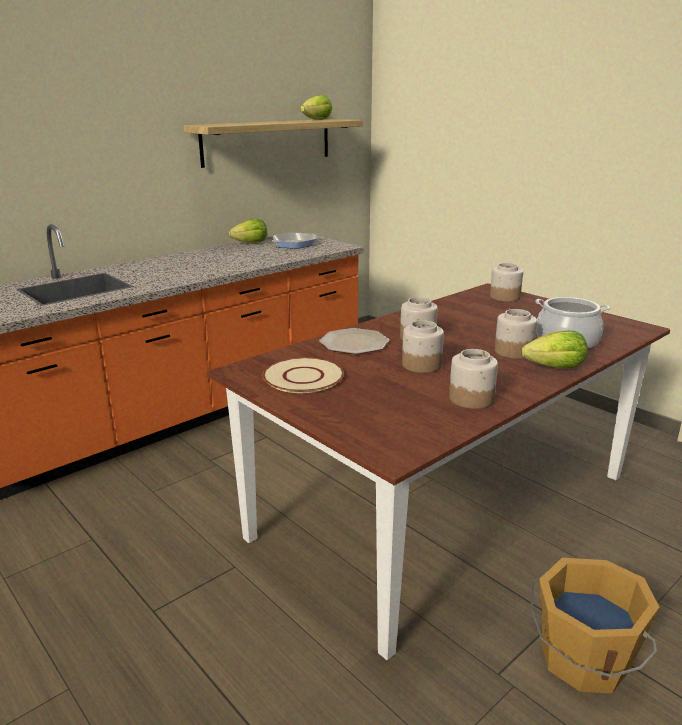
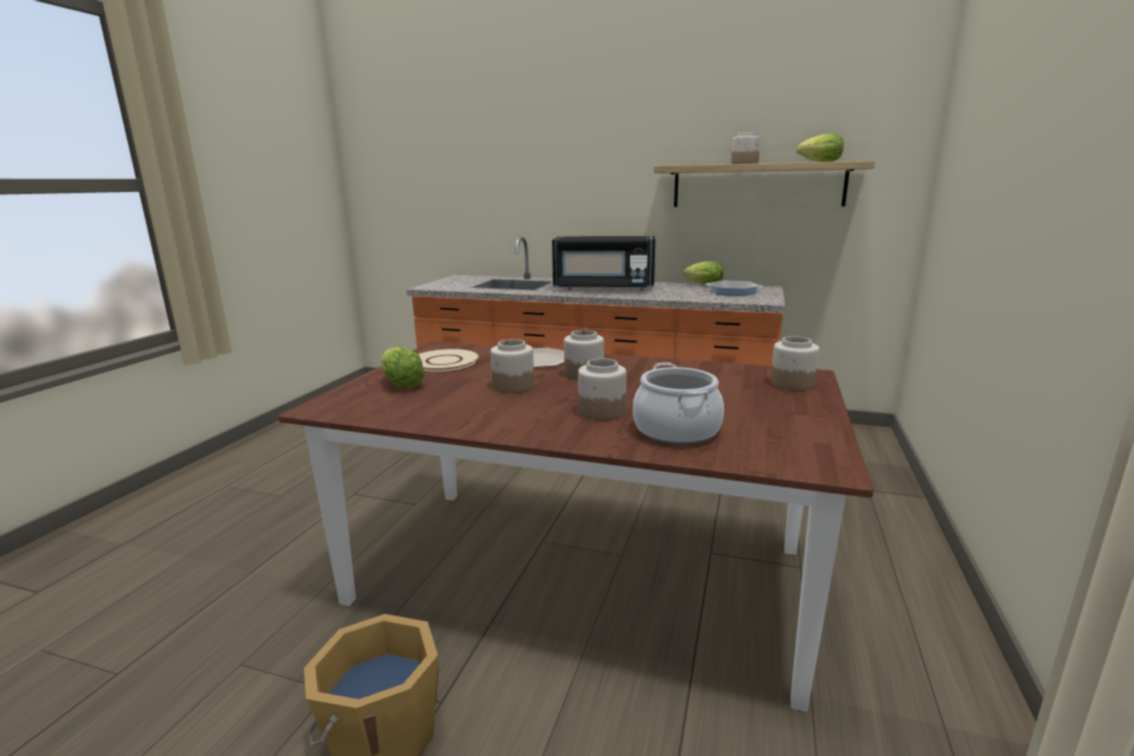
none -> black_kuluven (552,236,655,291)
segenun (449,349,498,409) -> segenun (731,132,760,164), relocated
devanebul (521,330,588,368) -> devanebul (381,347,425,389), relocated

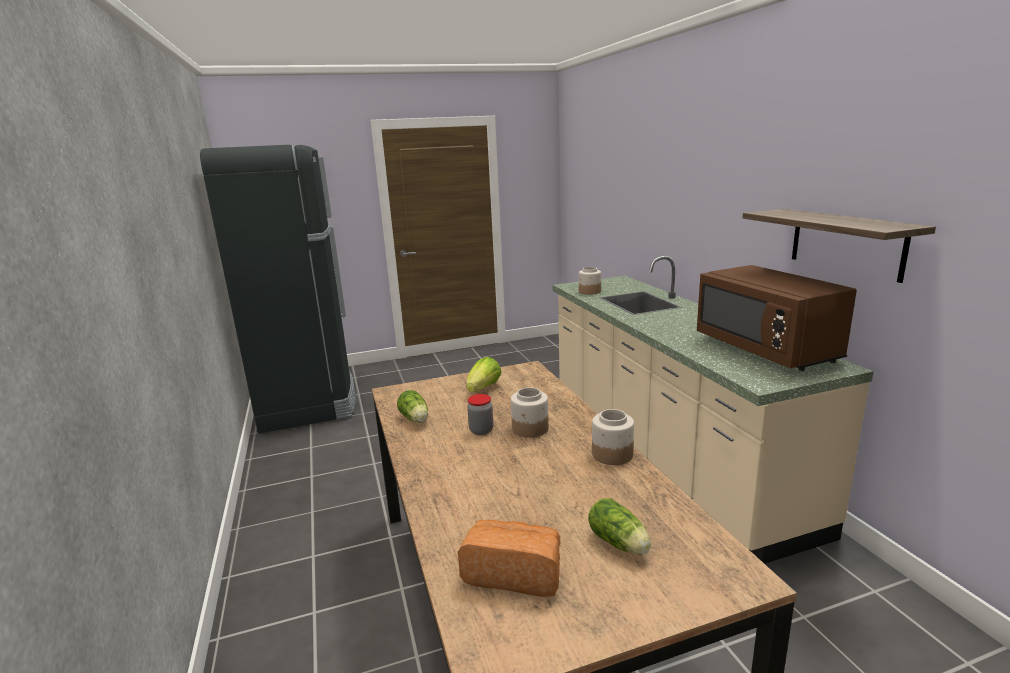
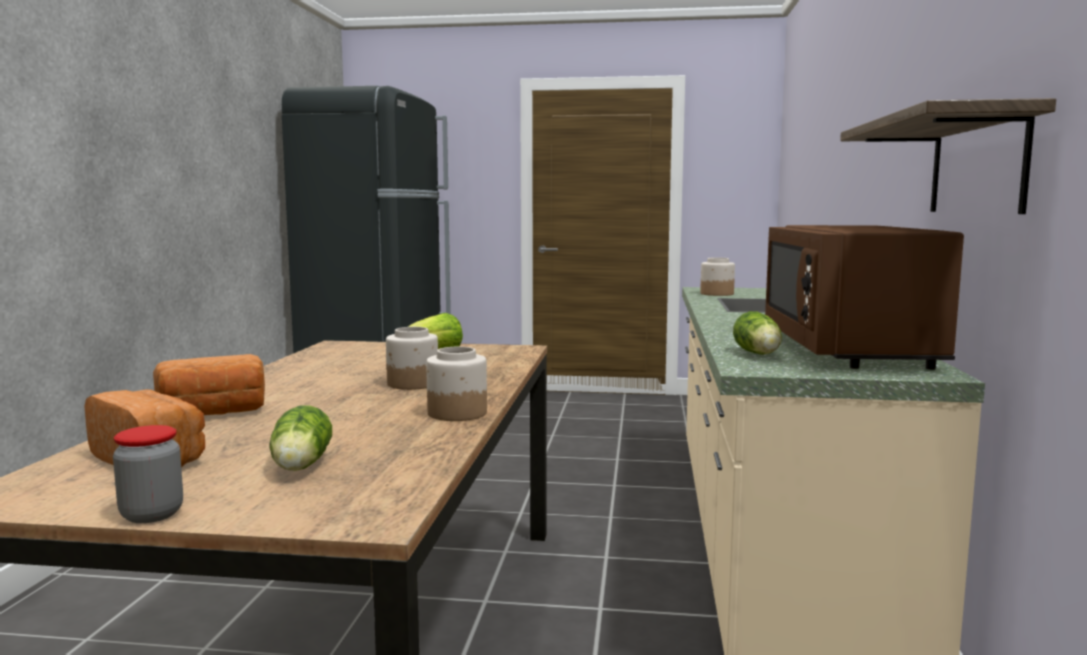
none -> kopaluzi (153,354,265,415)
devanebul (397,390,428,423) -> devanebul (733,311,782,355), relocated
segenun (467,394,493,435) -> segenun (113,425,183,523), relocated

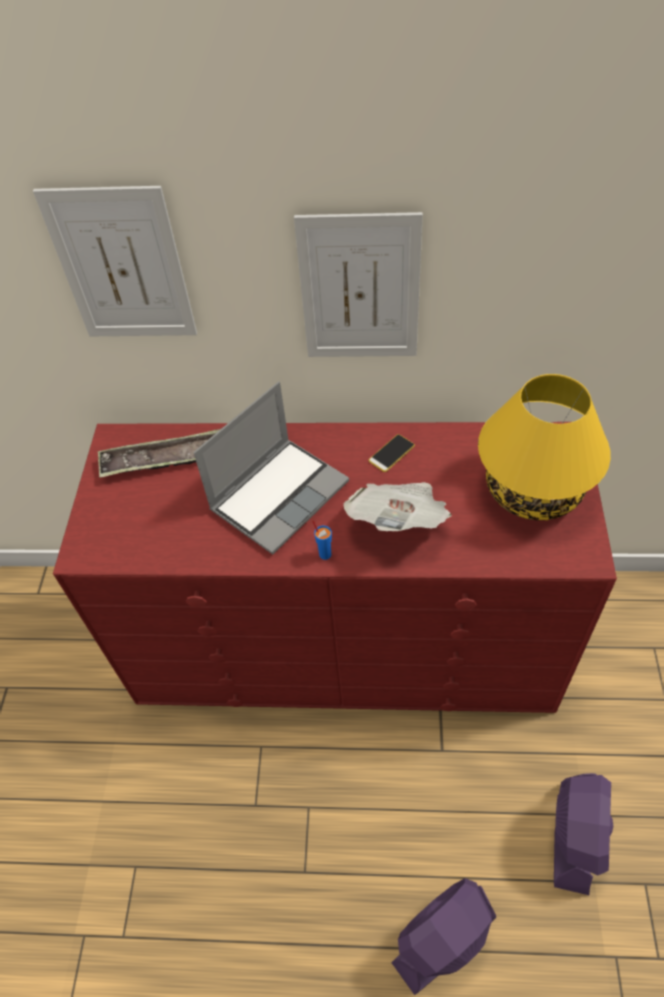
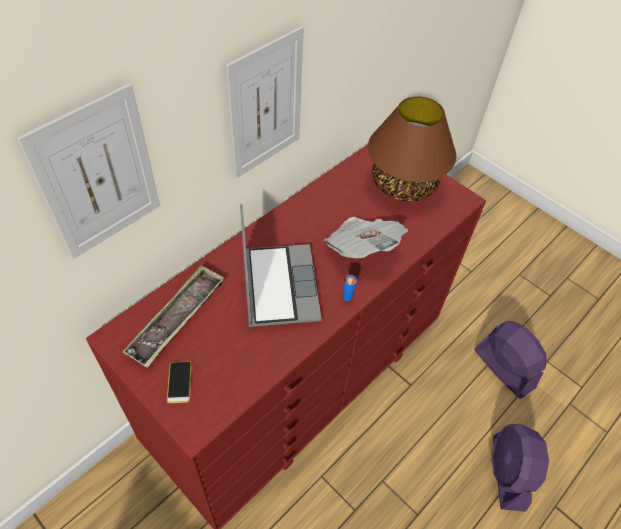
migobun (368,434,415,472) -> migobun (167,361,192,403), relocated
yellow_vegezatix (478,374,611,520) -> brown_vegezatix (368,96,456,202)

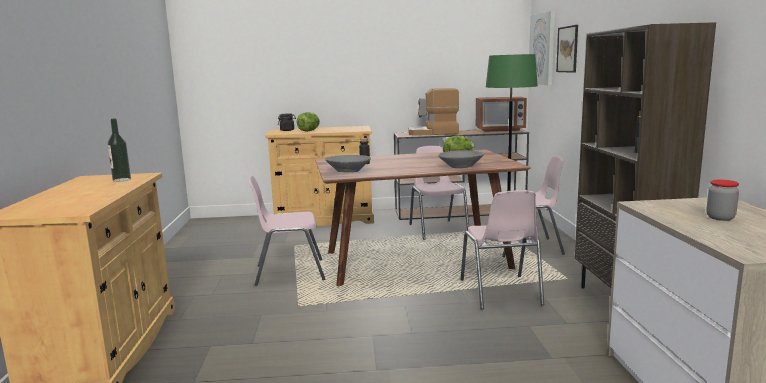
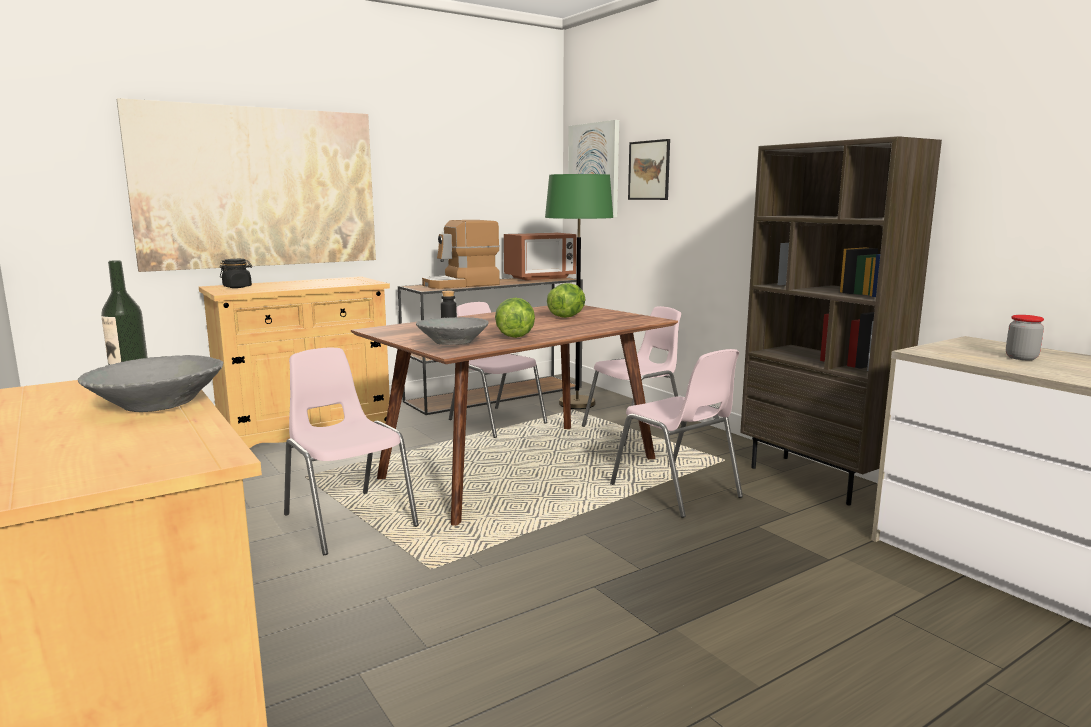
none -> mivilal (117,98,376,272)
devanebul (296,112,320,132) -> devanebul (495,298,535,338), relocated
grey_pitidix (438,150,484,168) -> grey_pitidix (78,355,223,412), relocated
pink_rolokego (248,175,325,286) -> pink_rolokego (284,348,419,555), 90 degrees clockwise

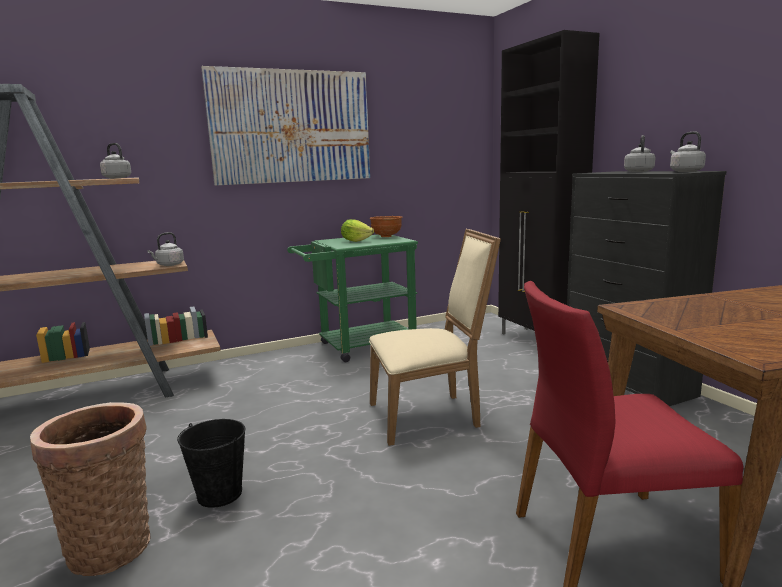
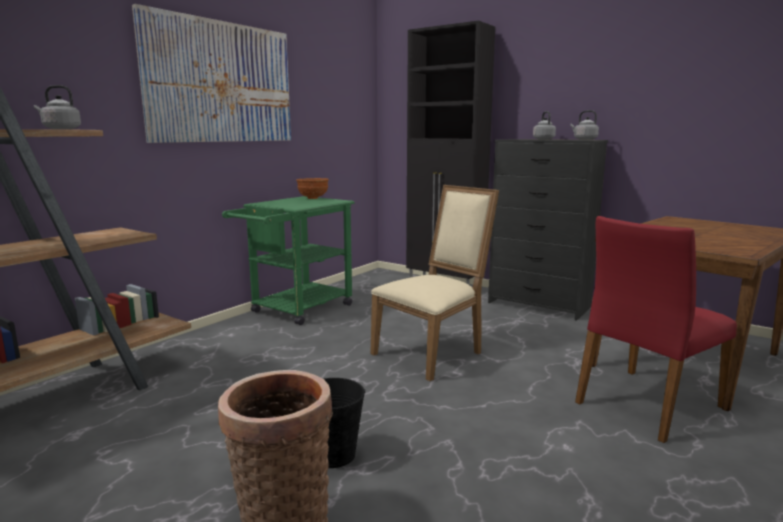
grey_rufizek (147,232,184,266) -> none
devanebul (341,219,374,242) -> none

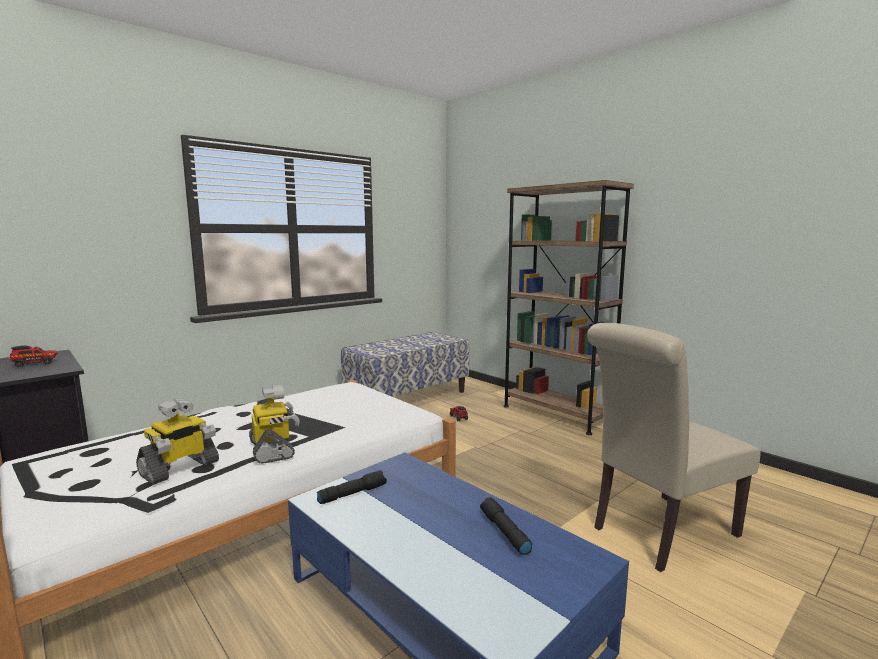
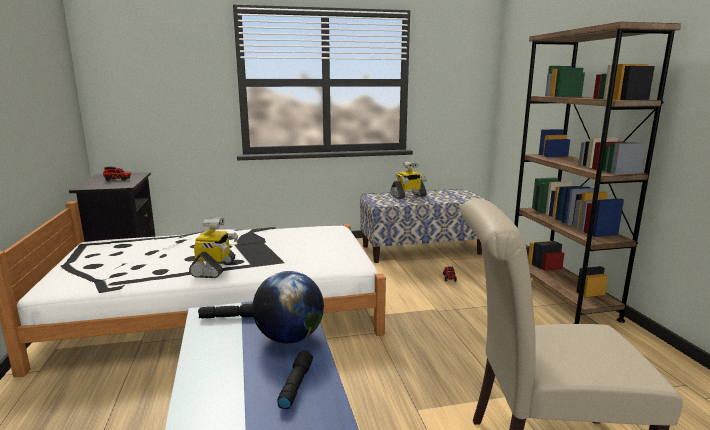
none -> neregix (252,271,324,343)
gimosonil (136,399,219,485) -> gimosonil (391,161,427,199), relocated

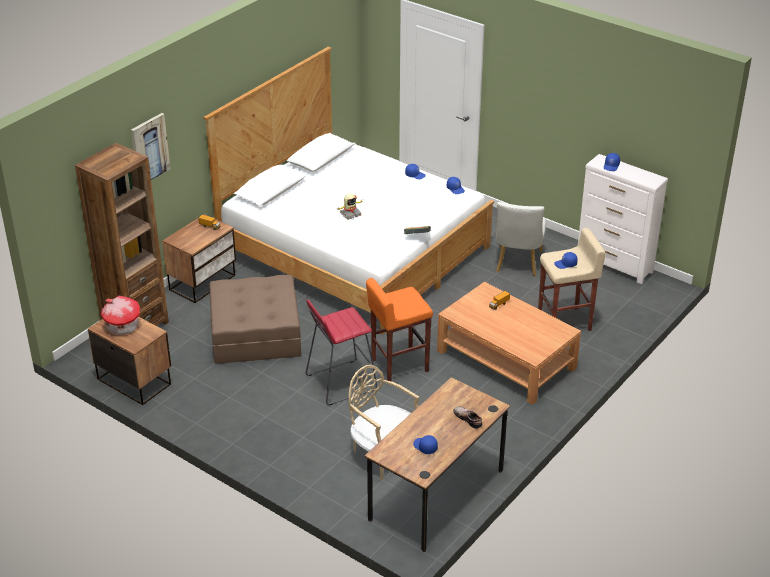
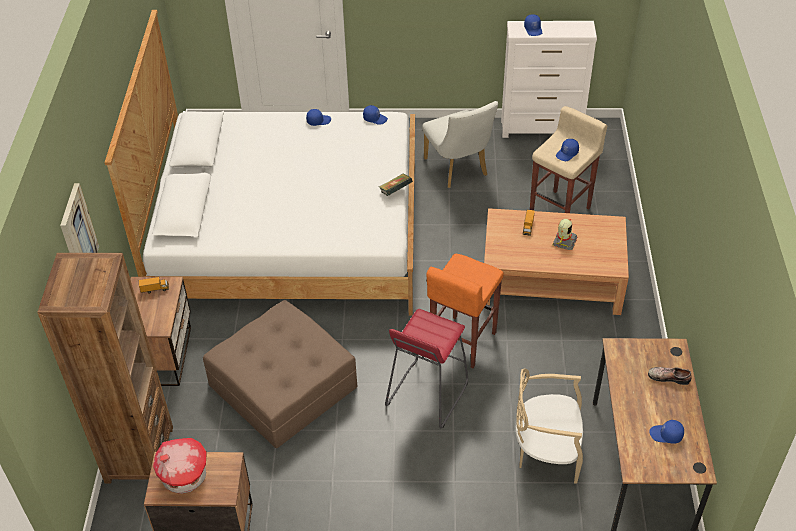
gimosonil (337,193,363,220) -> gimosonil (553,219,578,250), relocated

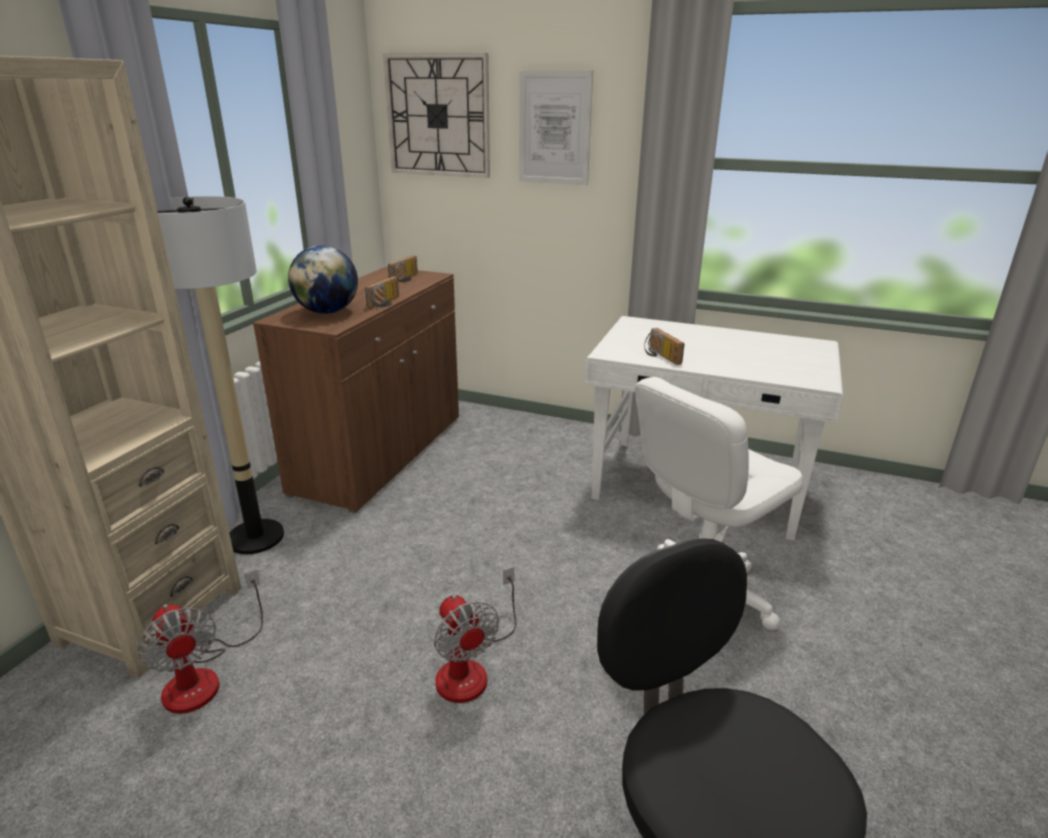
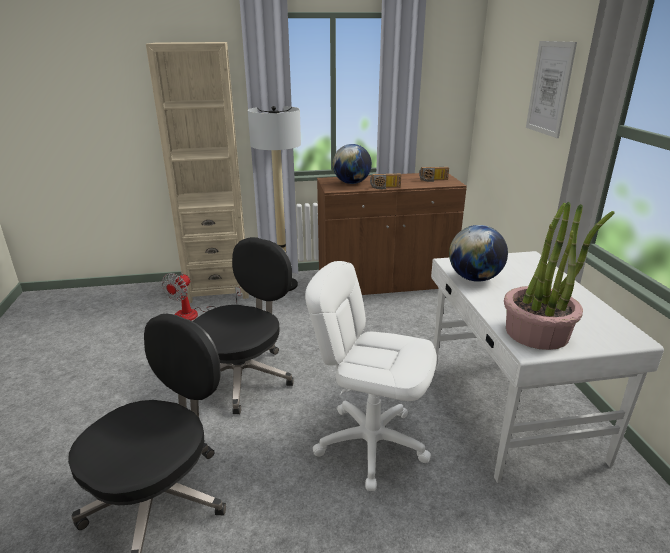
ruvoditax (383,53,490,178) -> none
none -> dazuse (504,202,615,350)
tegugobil (434,567,516,703) -> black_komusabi (193,237,294,414)
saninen (645,328,684,365) -> neregix (449,225,508,282)

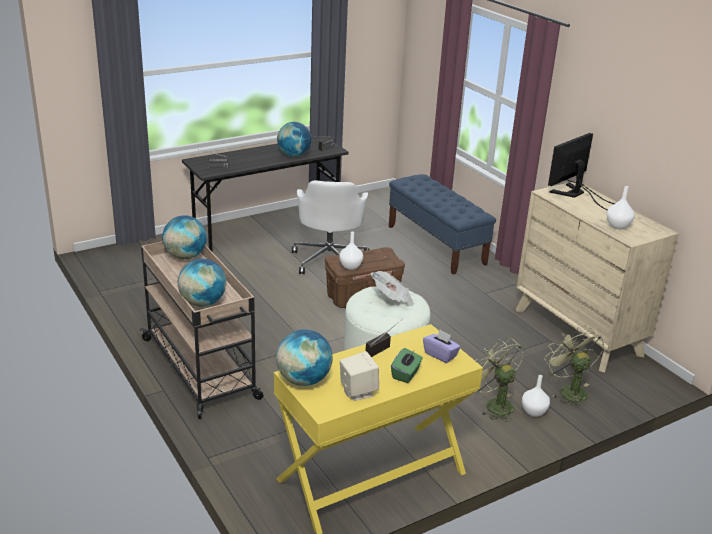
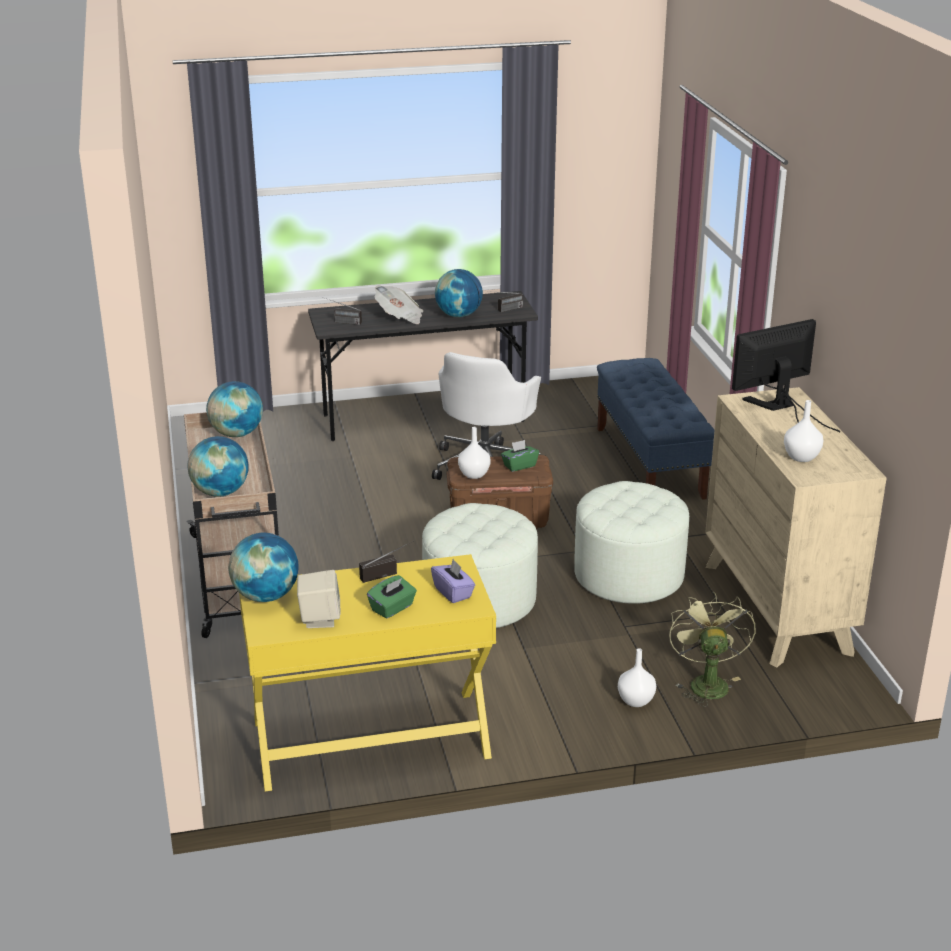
green_tegugobil (475,338,524,422) -> none
none -> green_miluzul (501,440,539,472)
none -> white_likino (574,481,689,604)
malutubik (371,271,414,305) -> malutubik (375,285,423,324), relocated

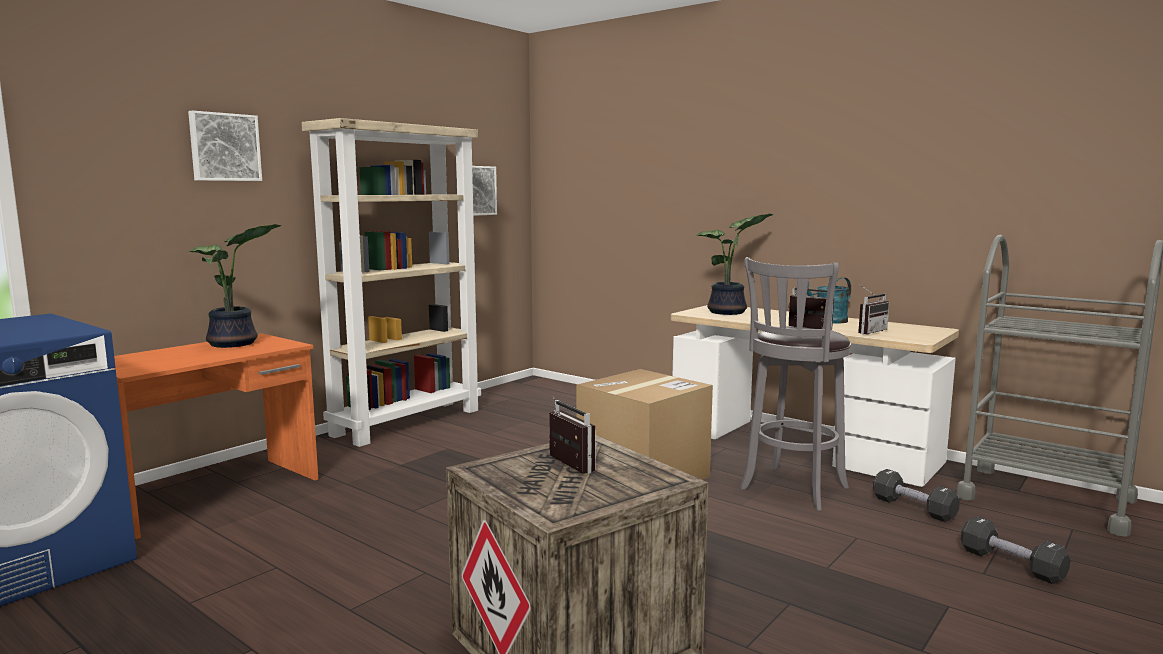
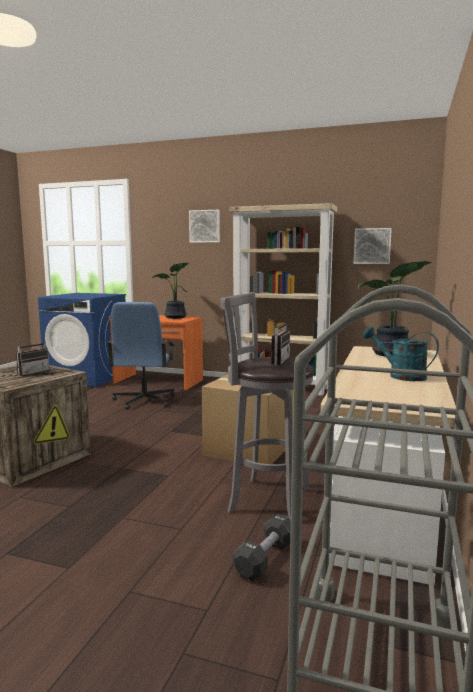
saninen (858,284,889,335) -> none
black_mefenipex (961,516,1071,584) -> none
none -> blue_komusabi (107,302,175,410)

